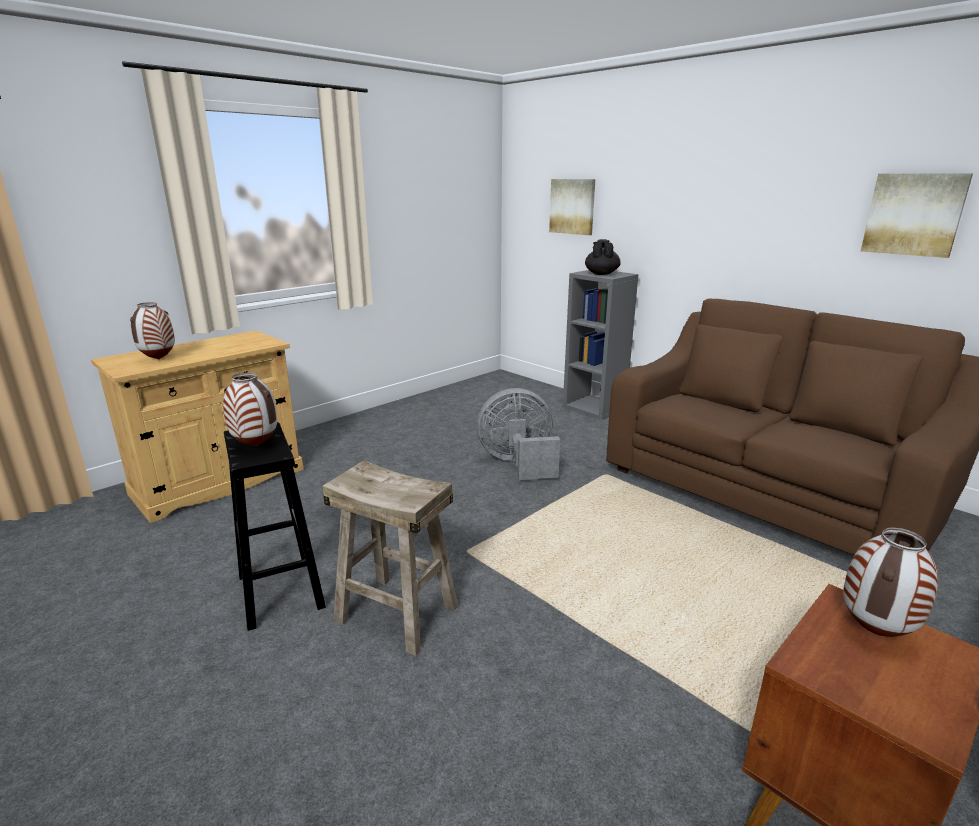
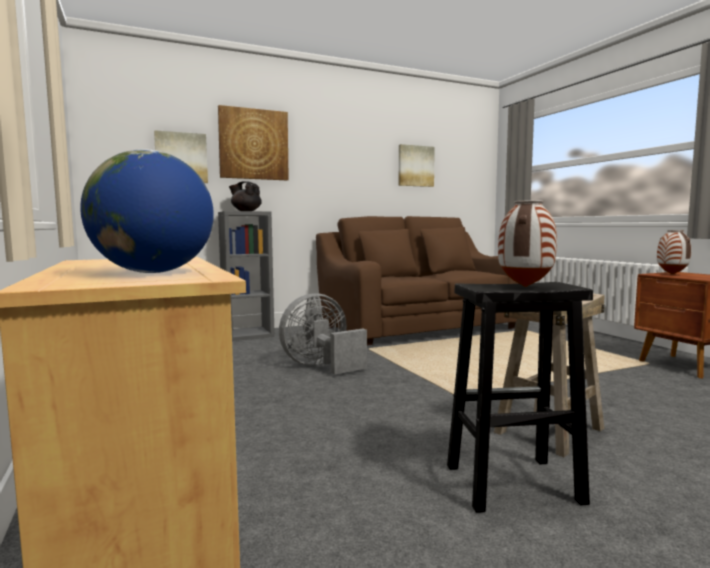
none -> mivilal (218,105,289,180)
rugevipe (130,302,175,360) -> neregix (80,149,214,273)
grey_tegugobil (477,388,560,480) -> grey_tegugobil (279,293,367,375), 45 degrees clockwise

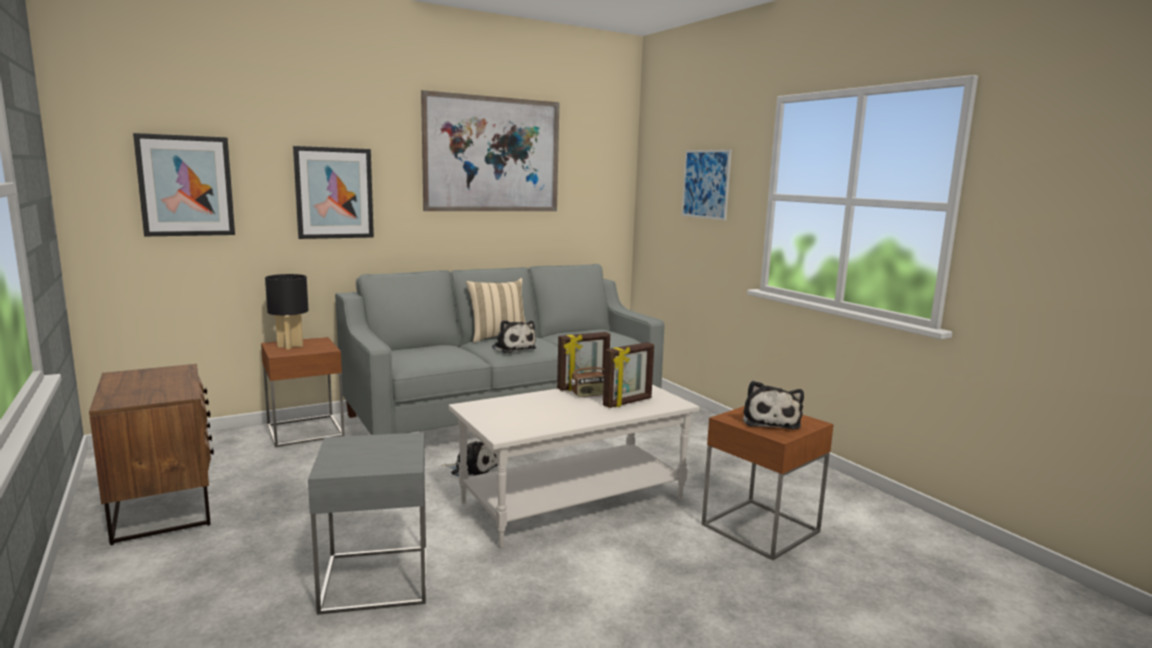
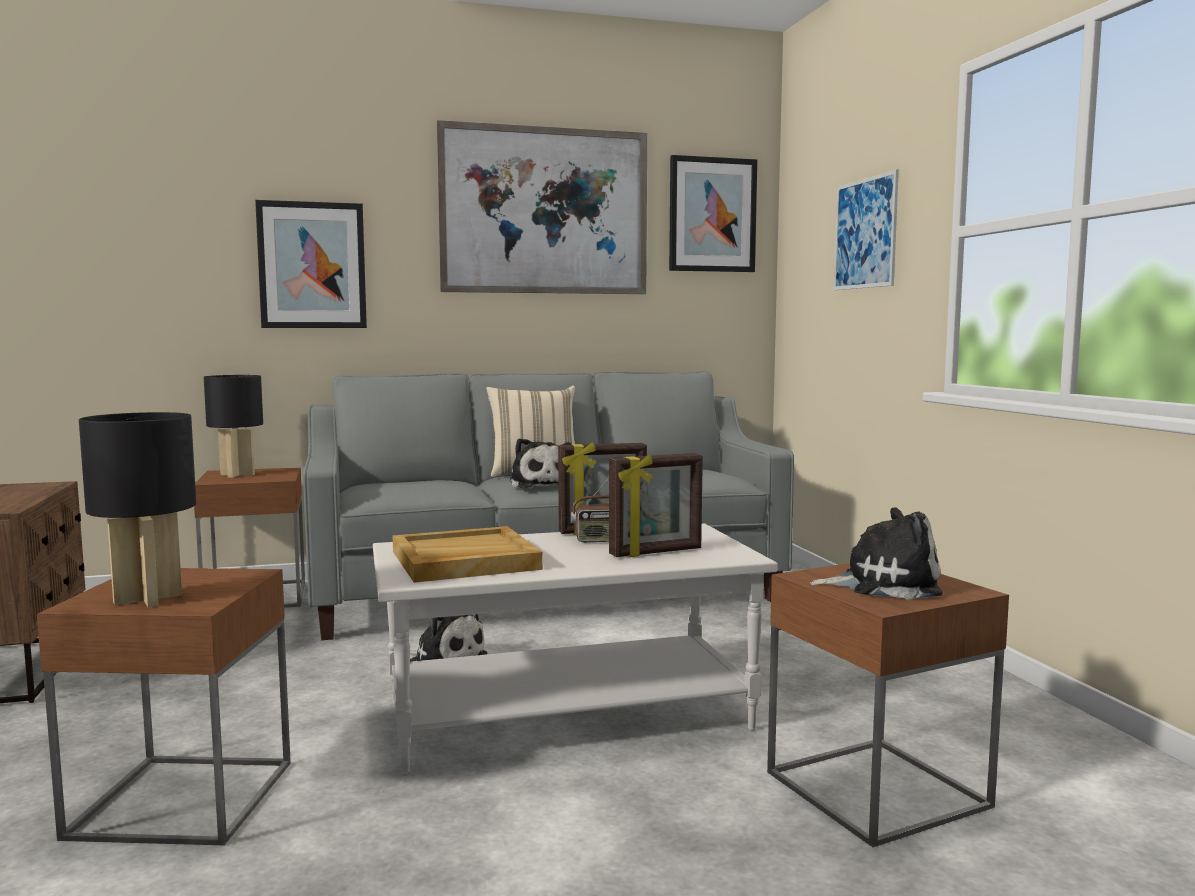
none -> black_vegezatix (79,412,196,607)
none -> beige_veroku (392,526,543,583)
mivilal (133,133,235,236) -> mivilal (669,155,757,272), relocated
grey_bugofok (308,432,426,615) -> brown_bugofok (37,568,291,845)
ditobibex (743,381,804,430) -> ditobibex (810,507,943,599), 105 degrees counterclockwise

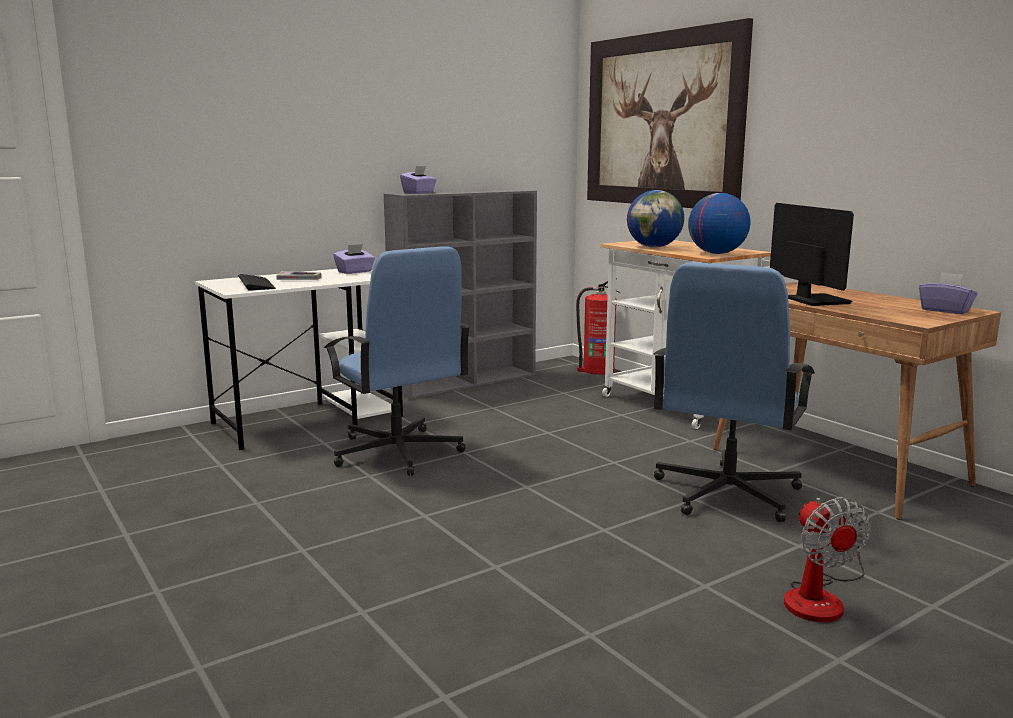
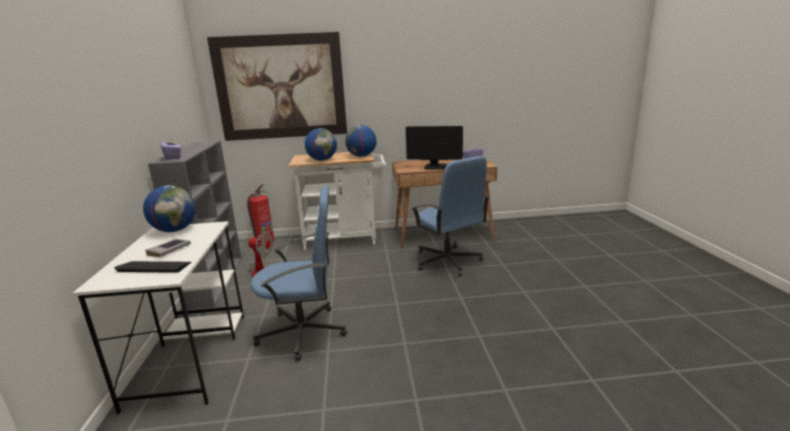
tegugobil (784,497,870,622) -> tegugobil (248,231,273,277), relocated
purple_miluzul (333,244,375,274) -> neregix (143,185,196,232)

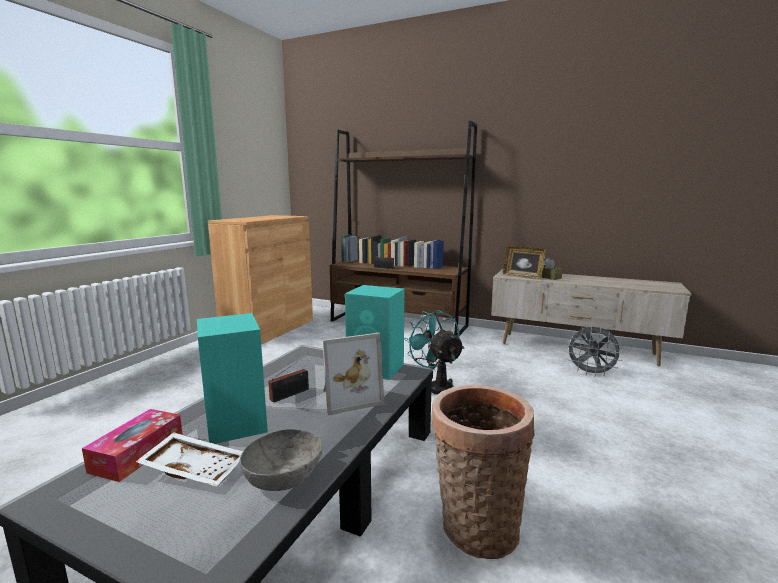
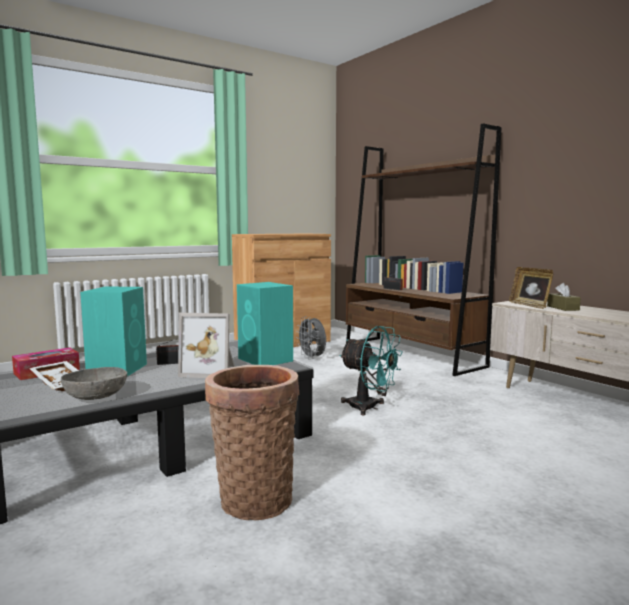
grey_tegugobil (565,326,623,375) -> grey_tegugobil (296,316,326,360), relocated
turquoise_tegugobil (404,310,465,395) -> turquoise_tegugobil (340,326,403,416), 120 degrees clockwise

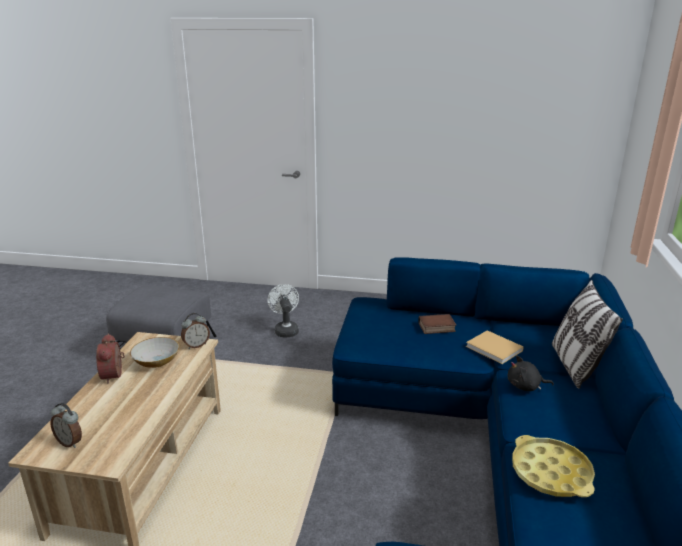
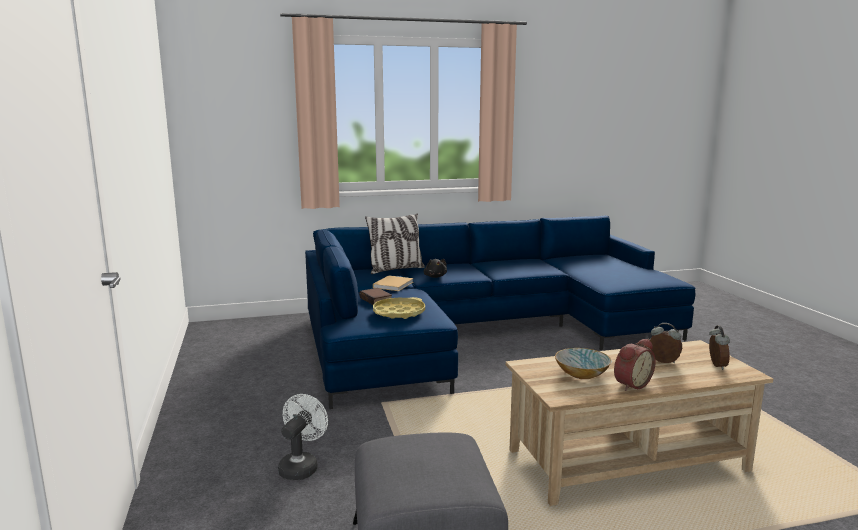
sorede (181,313,210,349) -> sorede (650,323,682,363), relocated
yellow_veroku (512,435,595,497) -> yellow_veroku (373,297,425,319), relocated
white_tegugobil (267,284,299,338) -> white_tegugobil (278,394,328,480), 150 degrees clockwise

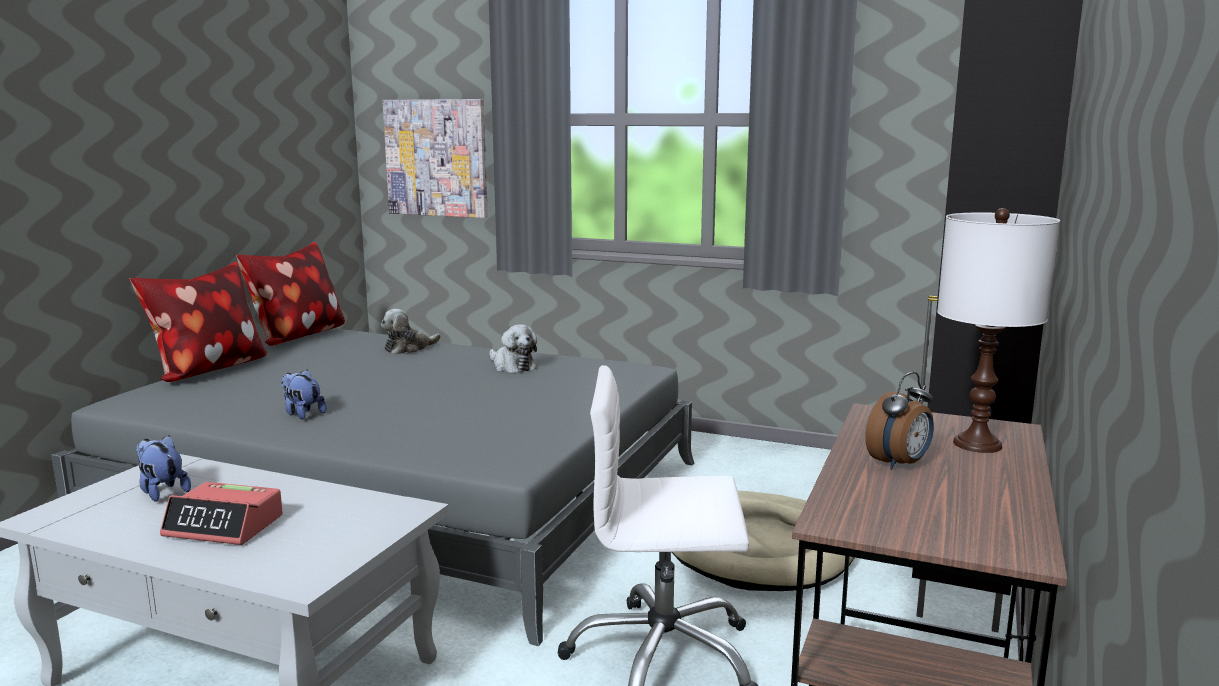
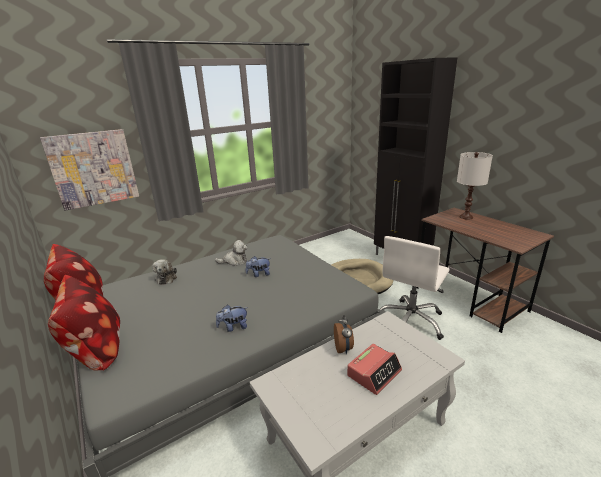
ditobibex (136,435,191,501) -> ditobibex (246,256,270,277), relocated
sorede (865,372,934,470) -> sorede (334,315,354,354), relocated

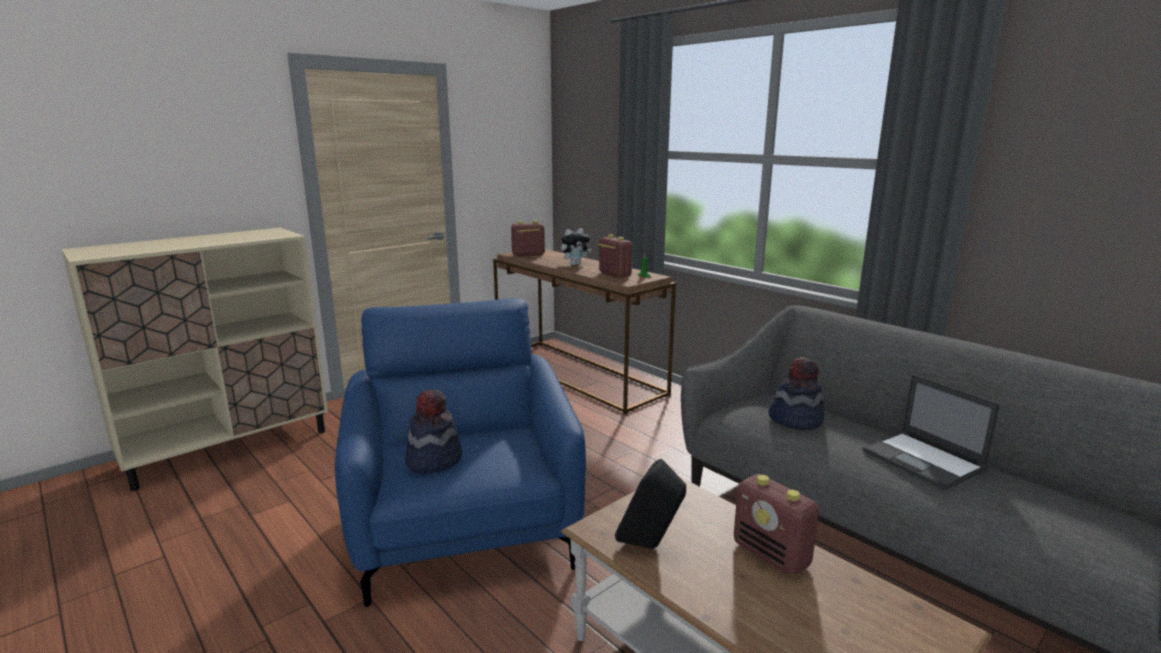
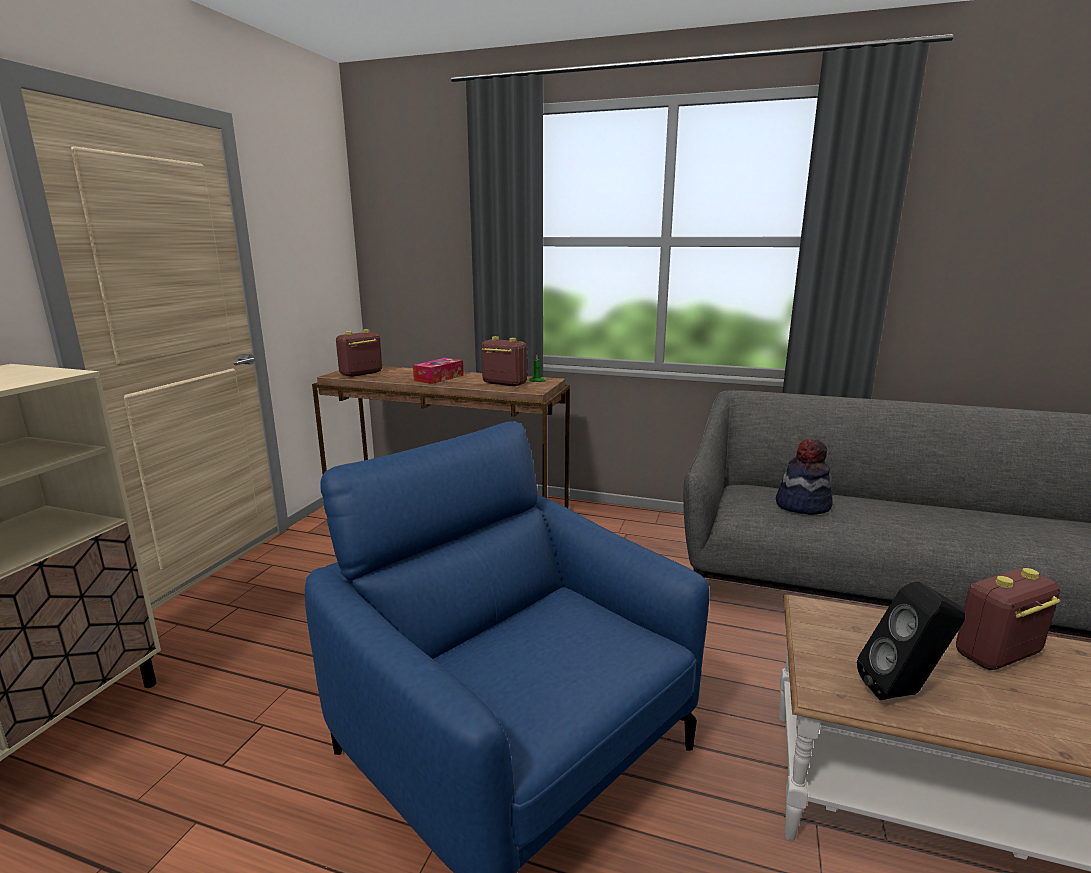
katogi (405,389,462,474) -> none
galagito (863,374,1000,490) -> none
ditobibex (561,228,591,265) -> miluzul (413,358,464,384)
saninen (734,474,819,576) -> saninen (956,568,1060,670), 135 degrees clockwise

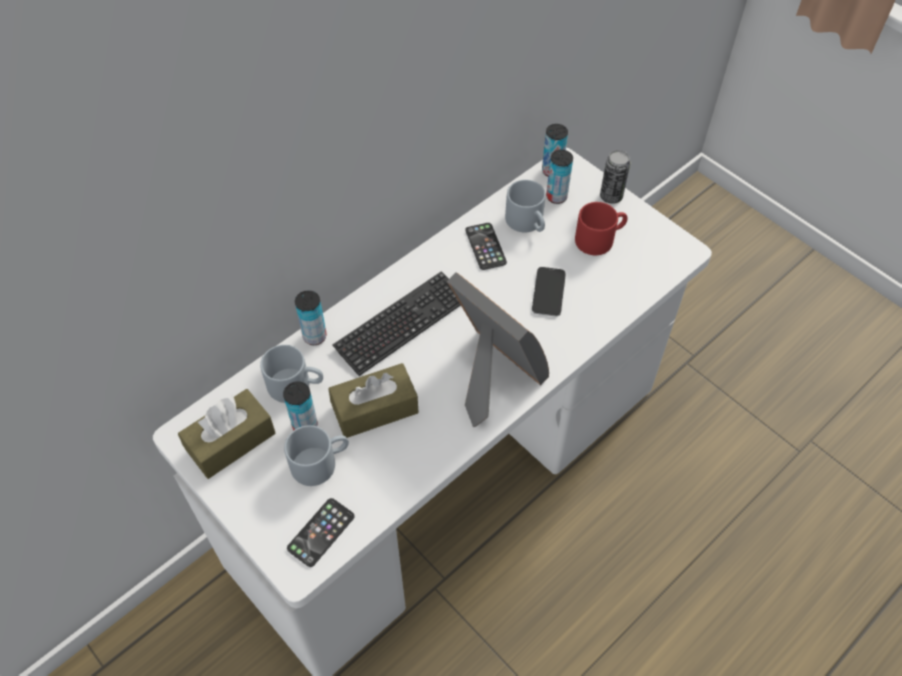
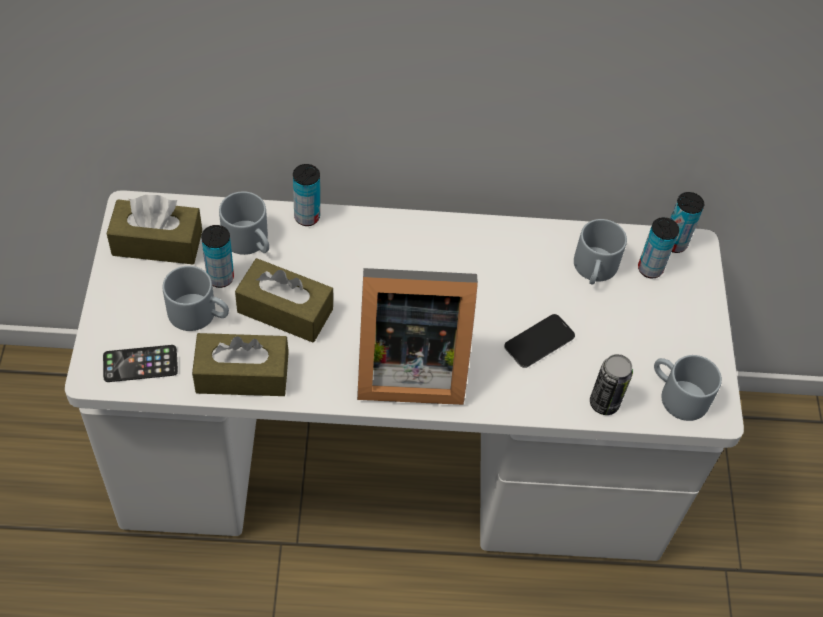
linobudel (332,271,461,376) -> none
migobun (466,223,507,270) -> none
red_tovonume (575,202,628,255) -> none
none -> brown_miluzul (192,333,289,396)
none -> grey_tovonume (654,355,722,421)
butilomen (600,150,630,204) -> butilomen (590,354,633,415), relocated
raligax (447,272,549,427) -> raligax (357,268,478,405), 90 degrees clockwise

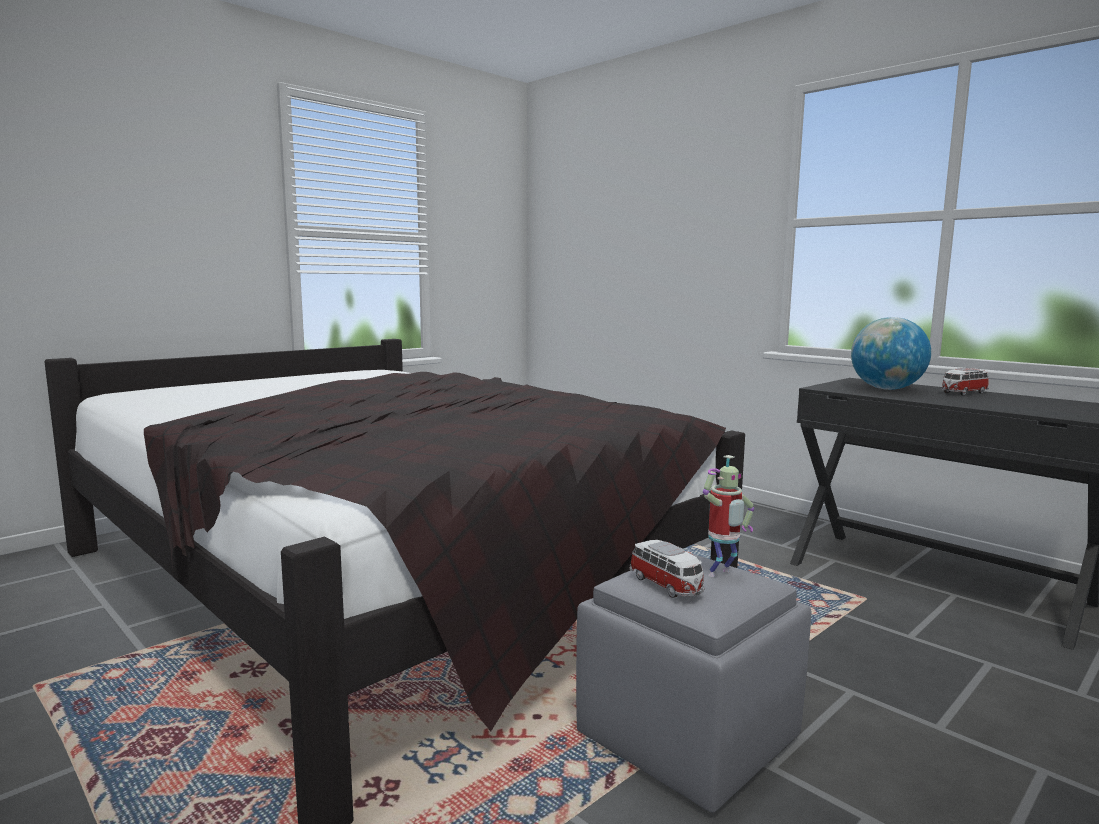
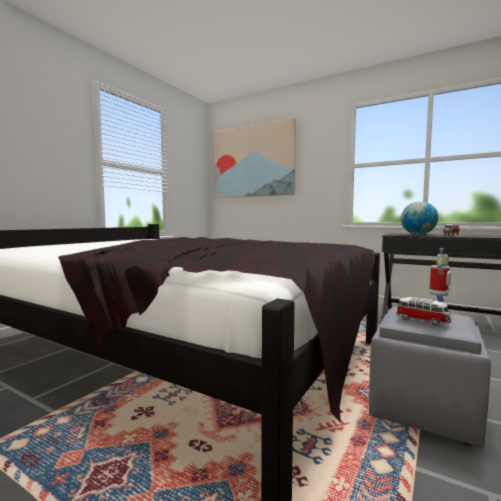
none -> mivilal (213,118,296,198)

